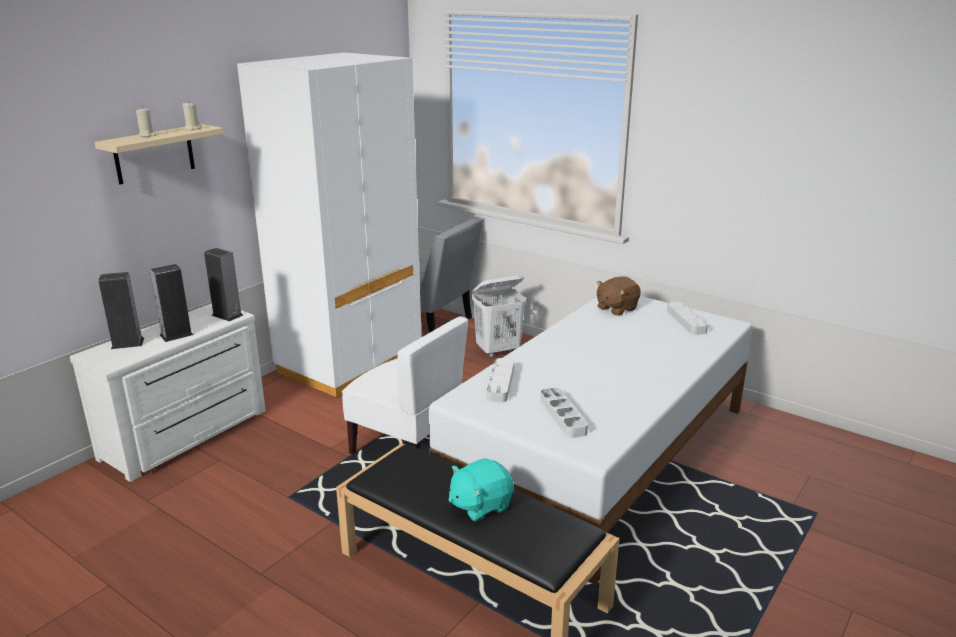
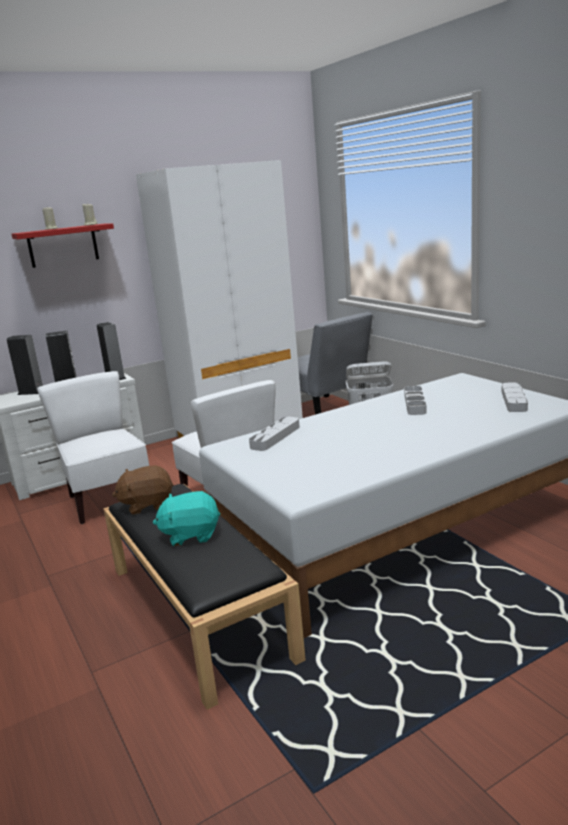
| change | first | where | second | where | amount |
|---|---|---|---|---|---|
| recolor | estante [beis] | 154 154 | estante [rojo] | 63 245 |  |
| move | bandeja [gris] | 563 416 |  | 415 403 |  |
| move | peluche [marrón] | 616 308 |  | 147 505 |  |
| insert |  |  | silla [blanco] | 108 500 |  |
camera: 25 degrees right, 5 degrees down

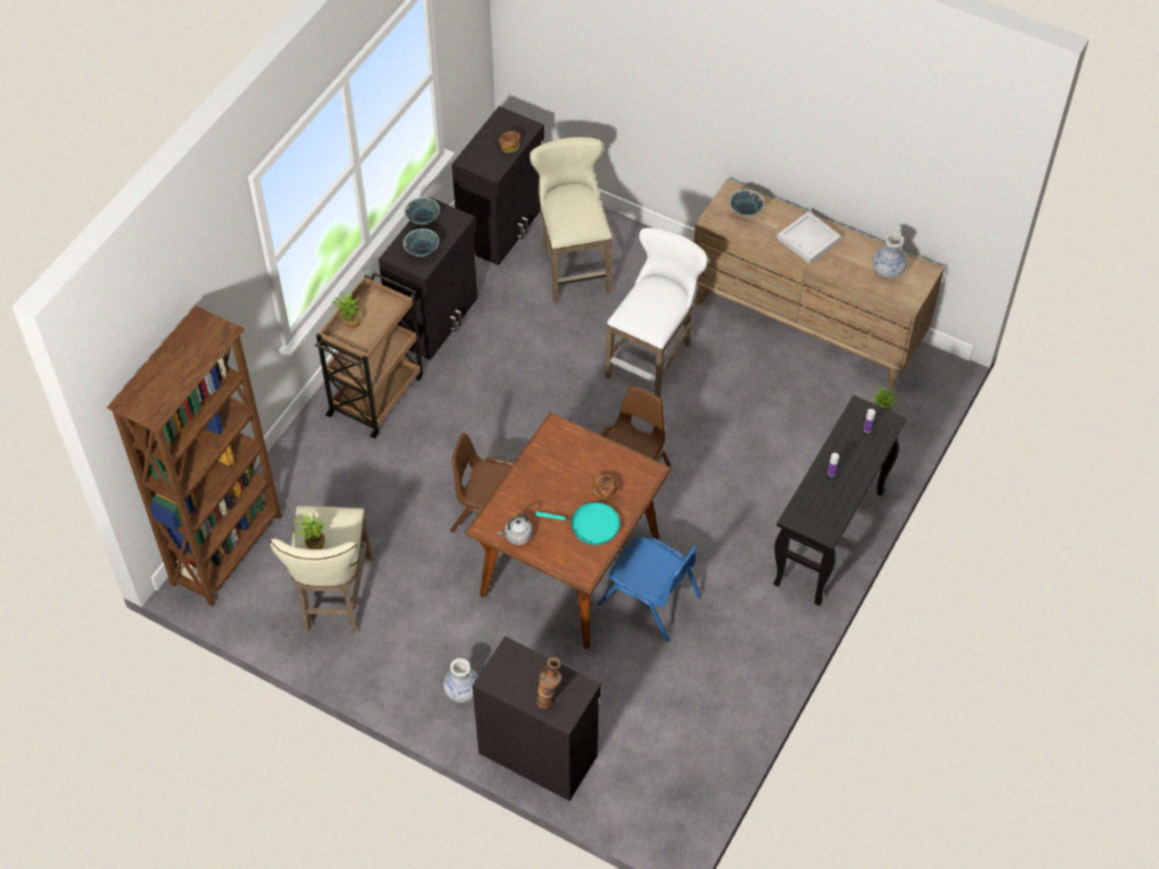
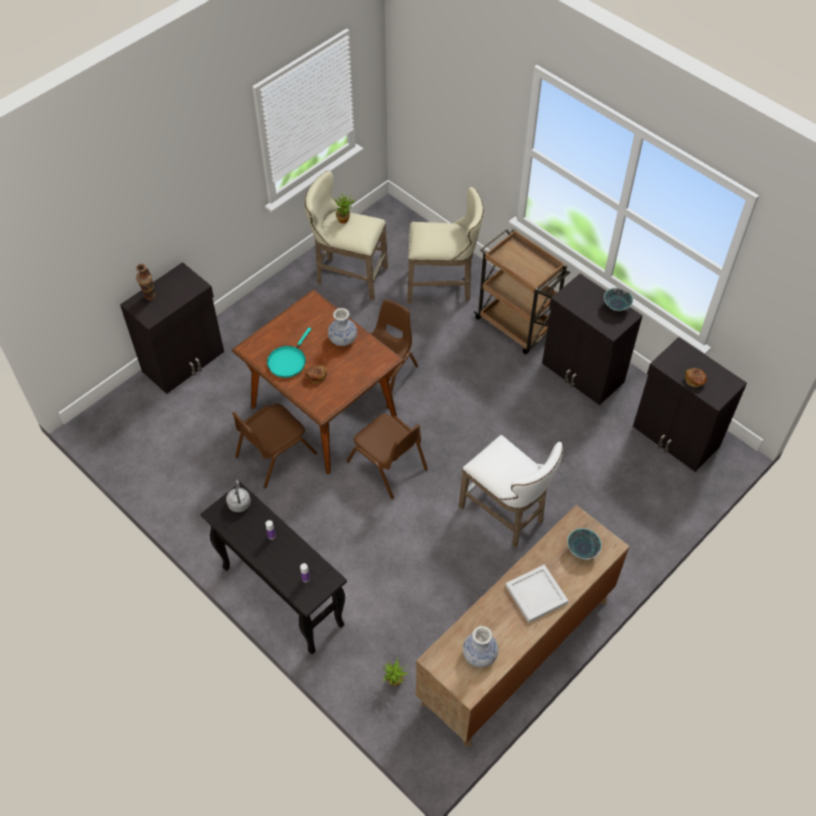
| change | first | where | second | where | amount |
|---|---|---|---|---|---|
| delete | estantería [marrón] | 229 550 |  |  |  |
| delete | planta en maceta | 349 324 |  |  |  |
| delete | cuenco | 422 251 |  |  |  |
| move | florero | 462 691 |  | 343 339 |  |
| move | hervidor [gris] | 517 536 |  | 239 502 |  |
| move | taburete [beis] | 573 265 |  | 443 287 |  |
| recolor | silla [azul] | 650 600 | silla [marrón] | 274 454 |  |
camera: 105 degrees right, 0 degrees up

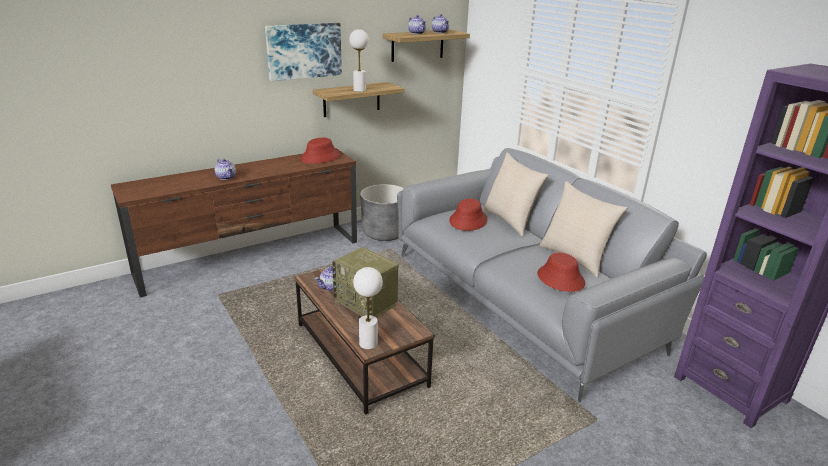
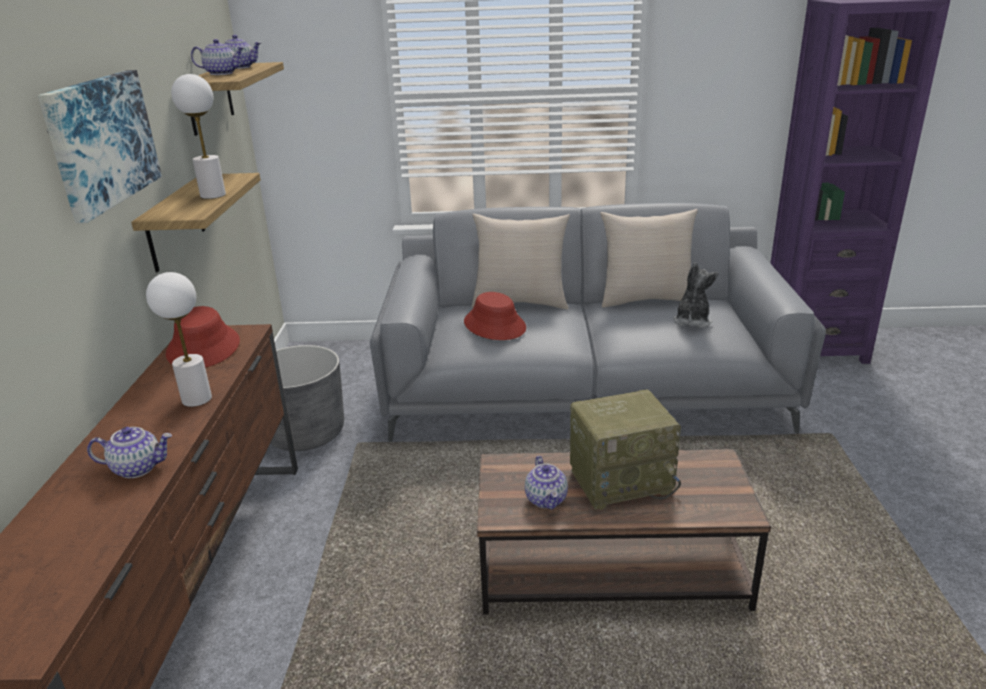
| change | first | where | second | where | amount |
|---|---|---|---|---|---|
| move | lámpara de mesa [blanco] | 368 343 |  | 196 399 |  |
| replace | sombrero [rojo] | 560 279 | peluche | 692 321 |  |
camera: 55 degrees left, 0 degrees up

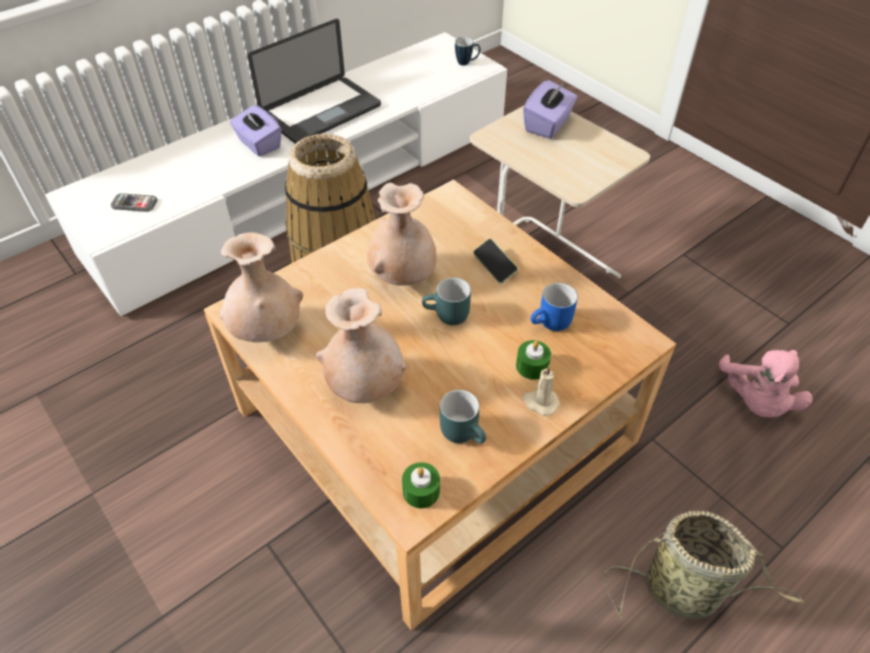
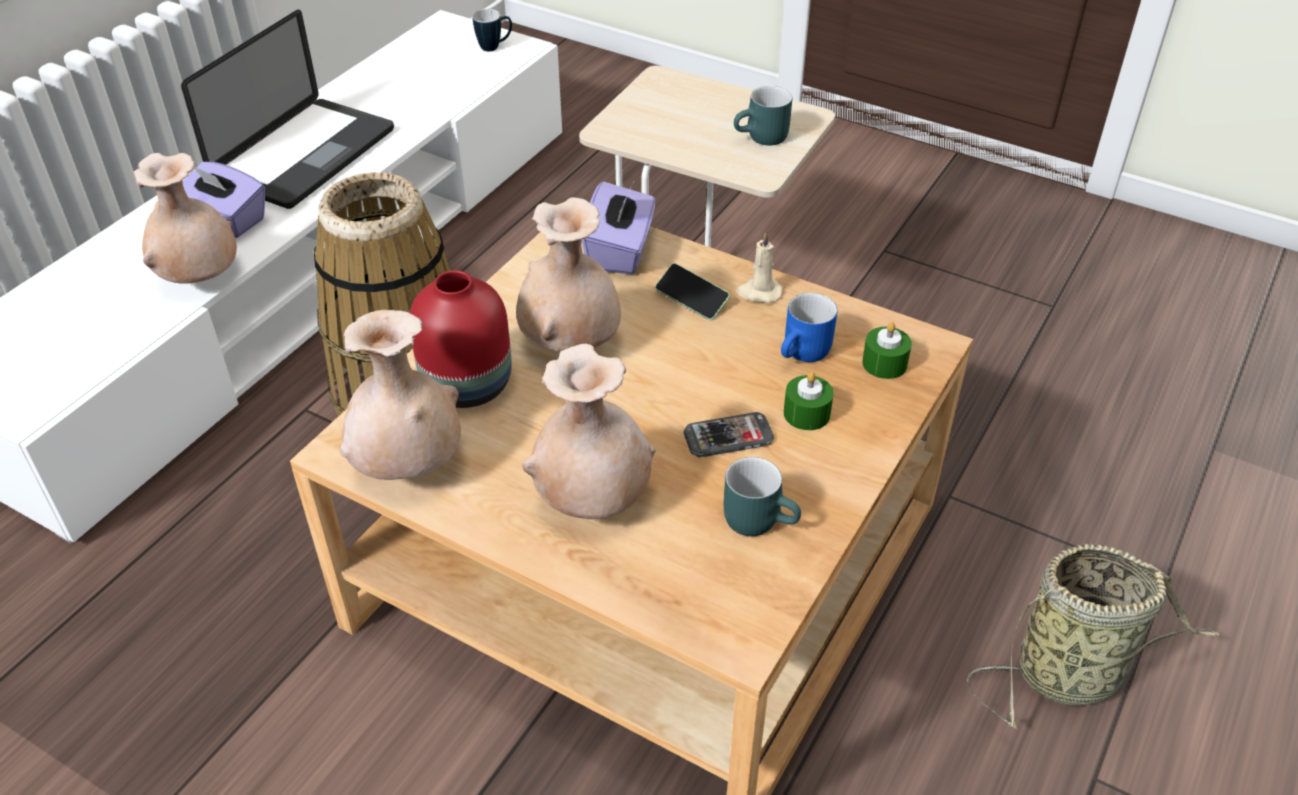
| change | first | where | second | where | amount |
|---|---|---|---|---|---|
| move | móvil | 134 204 |  | 728 437 |  |
| move | vela [verde] | 421 491 |  | 884 363 |  |
| move | taza grande [turquesa] | 447 316 |  | 763 139 |  |
| move | caja de pañuelos [morado] | 548 125 |  | 620 251 |  |
| move | vela [beis] | 540 402 |  | 759 292 |  |
| delete | peluche [rosa] | 755 401 |  |  |  |
| insert |  |  | florero [beis] | 199 278 |  |
| insert |  |  | florero [rojo] | 470 385 |  |
camera: 20 degrees left, 5 degrees down

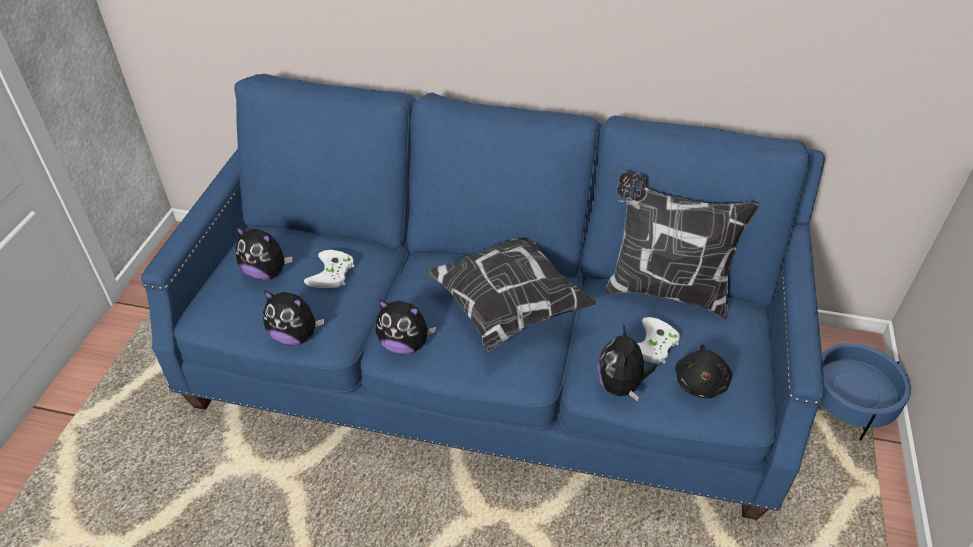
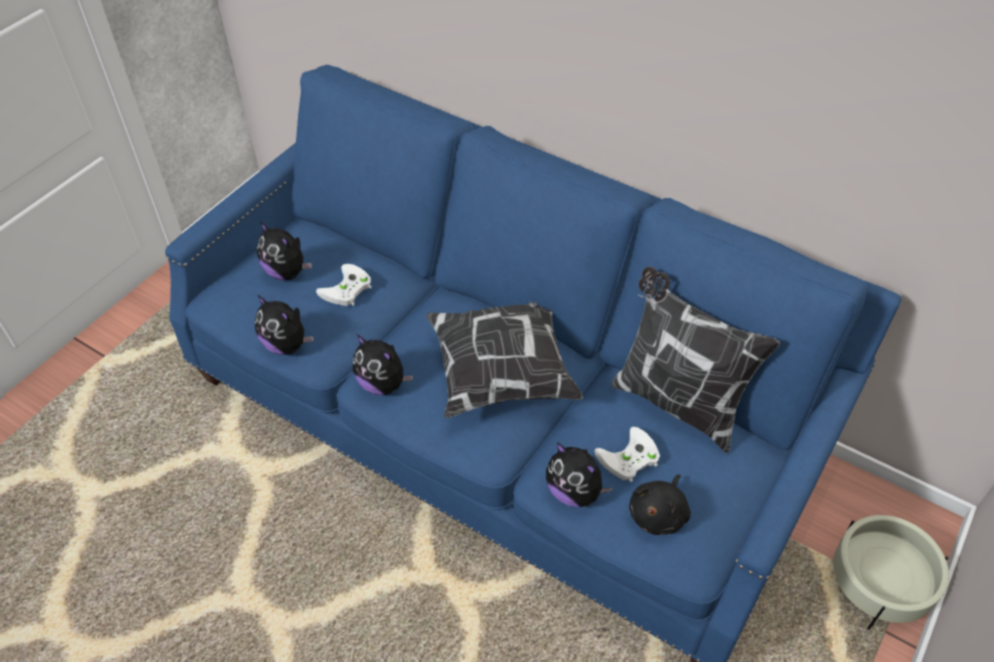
| change | first | where | second | where | amount |
|---|---|---|---|---|---|
| rotate | peluche | 621 386 |  | 574 491 | 75 degrees counterclockwise |
| recolor | maceta [azul] | 849 403 | maceta [beis] | 878 584 |  |
camera: 20 degrees right, 5 degrees up

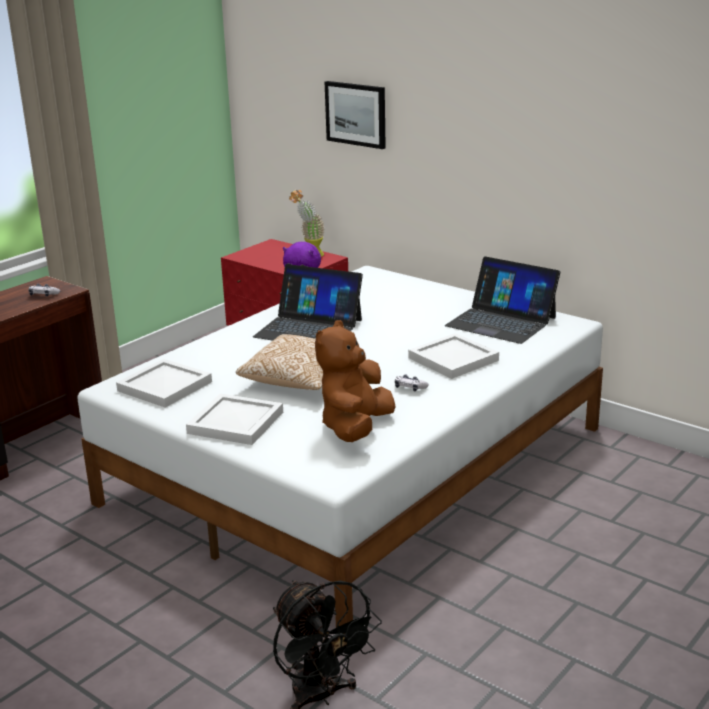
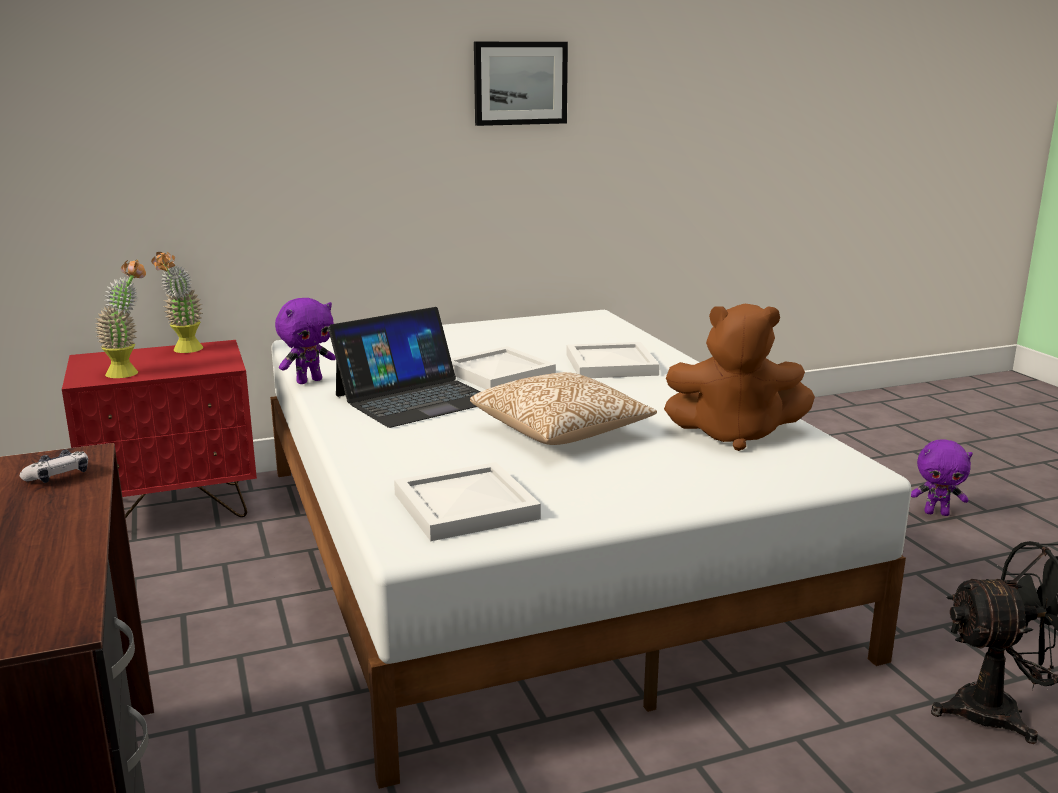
| change | first | where | second | where | amount |
|---|---|---|---|---|---|
| move | bandeja [blanco] | 237 422 |  | 499 372 |  |
| rotate | peluche [marrón] | 355 428 |  | 734 434 | 45 degrees counterclockwise |
| move | cuadro | 356 114 |  | 520 83 |  |
| delete | mando de consola | 410 388 |  |  |  |
| delete | portátil | 501 321 |  |  |  |
| insert |  |  | planta en maceta | 129 372 |  |
| insert |  |  | peluche [morado] | 936 513 |  |
camera: 60 degrees left, 5 degrees down

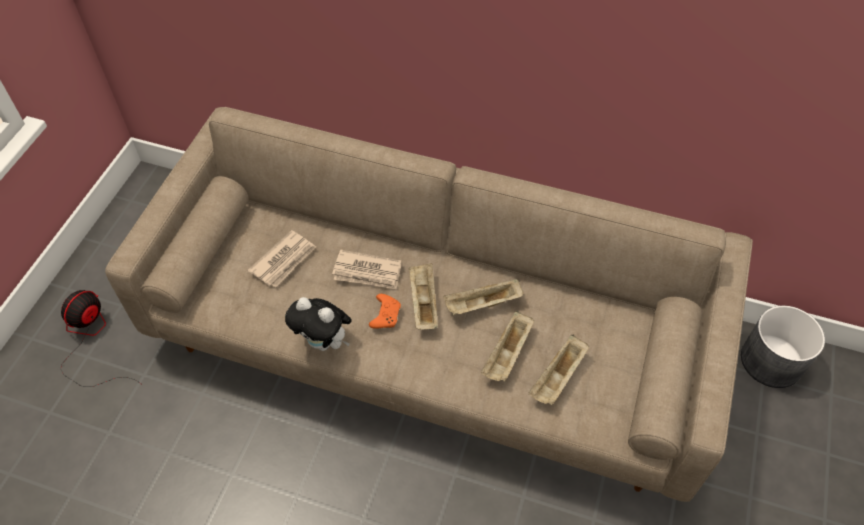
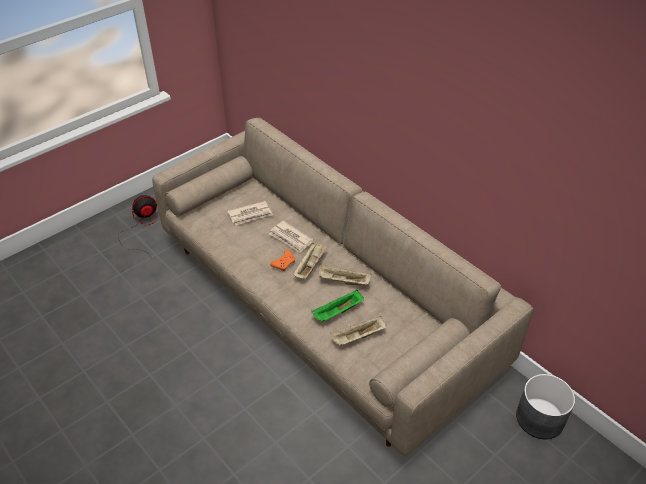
| change | first | where | second | where | amount |
|---|---|---|---|---|---|
| delete | peluche | 324 342 |  |  |  |
| recolor | bandeja [beis] | 507 354 | bandeja [verde] | 337 312 |  |
camera: 30 degrees right, 10 degrees down

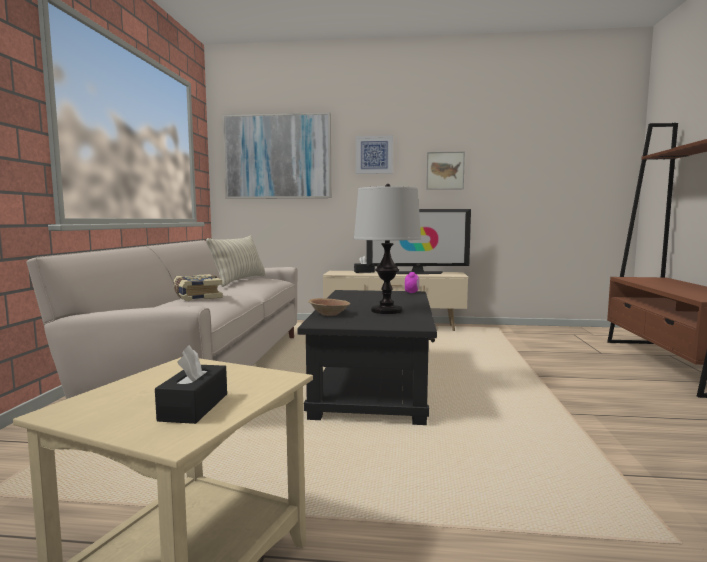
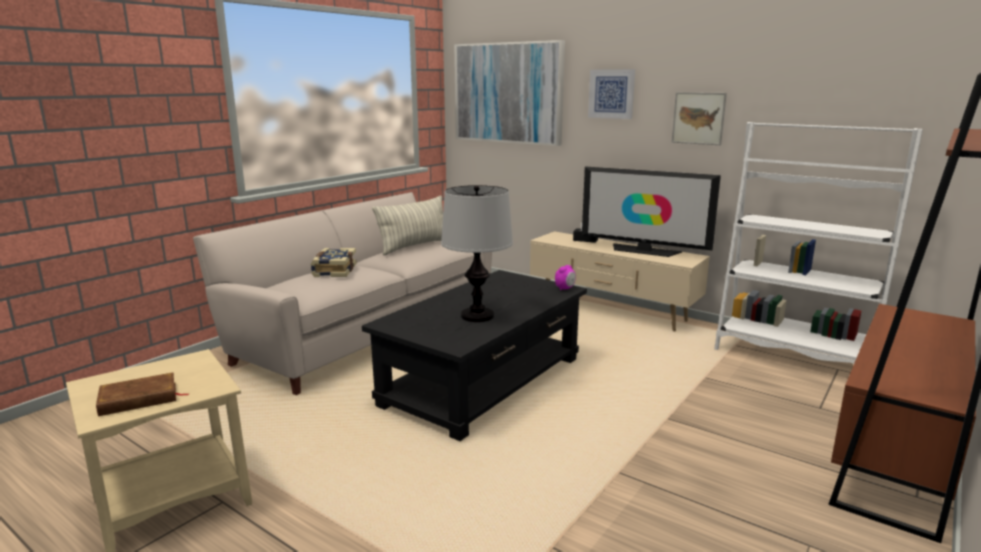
| change | first | where | second | where | amount |
|---|---|---|---|---|---|
| replace | caja de pañuelos [negro] | 194 407 | libro [marrón] | 139 399 |  |
| delete | cuenco [marrón] | 329 314 |  |  |  |
| insert |  |  | estantería [blanco] | 792 355 |  |
camera: 30 degrees right, 10 degrees up

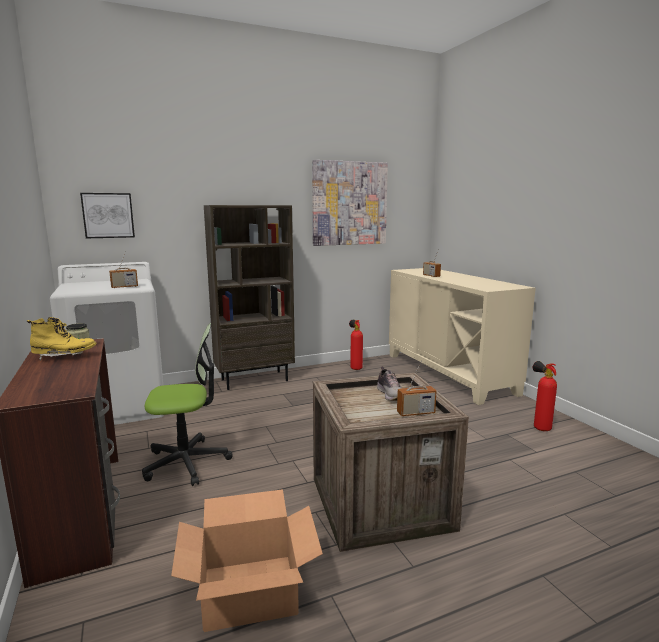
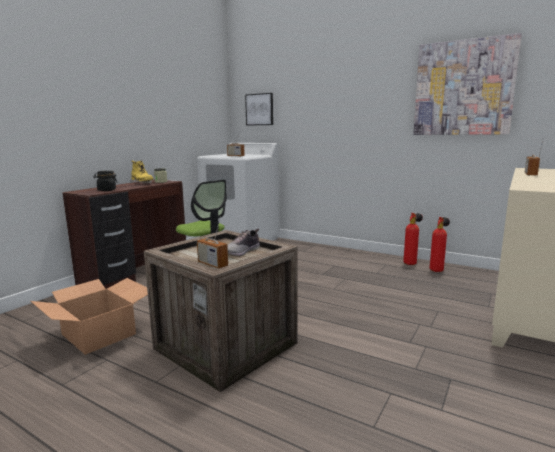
| change | first | where | second | where | amount |
|---|---|---|---|---|---|
| delete | estantería [marrón] | 255 380 |  |  |  |
| move | extintor | 539 427 |  | 411 263 |  |
| insert |  |  | tarro [negro] | 106 190 |  |
camera: 55 degrees right, 0 degrees up

